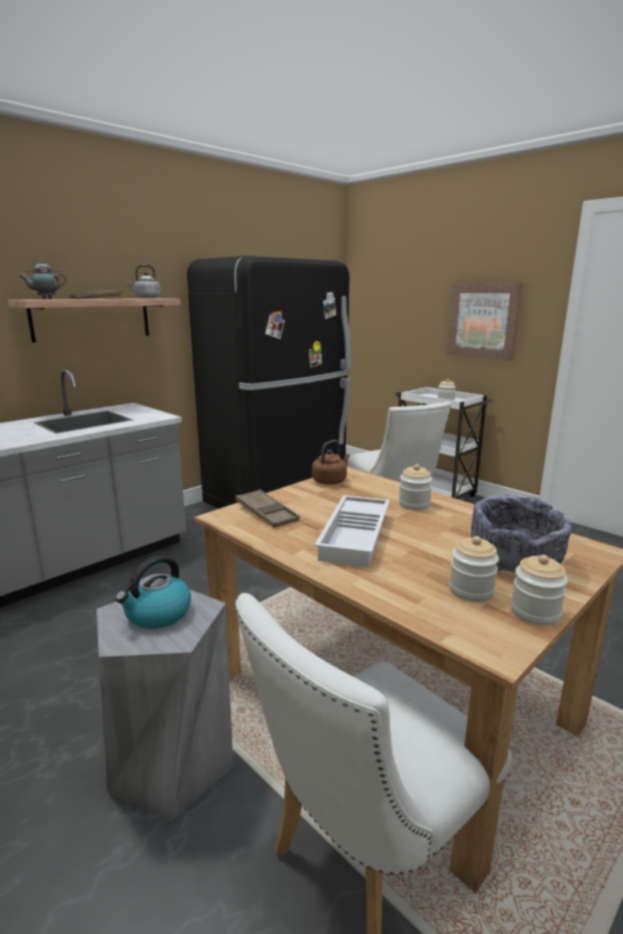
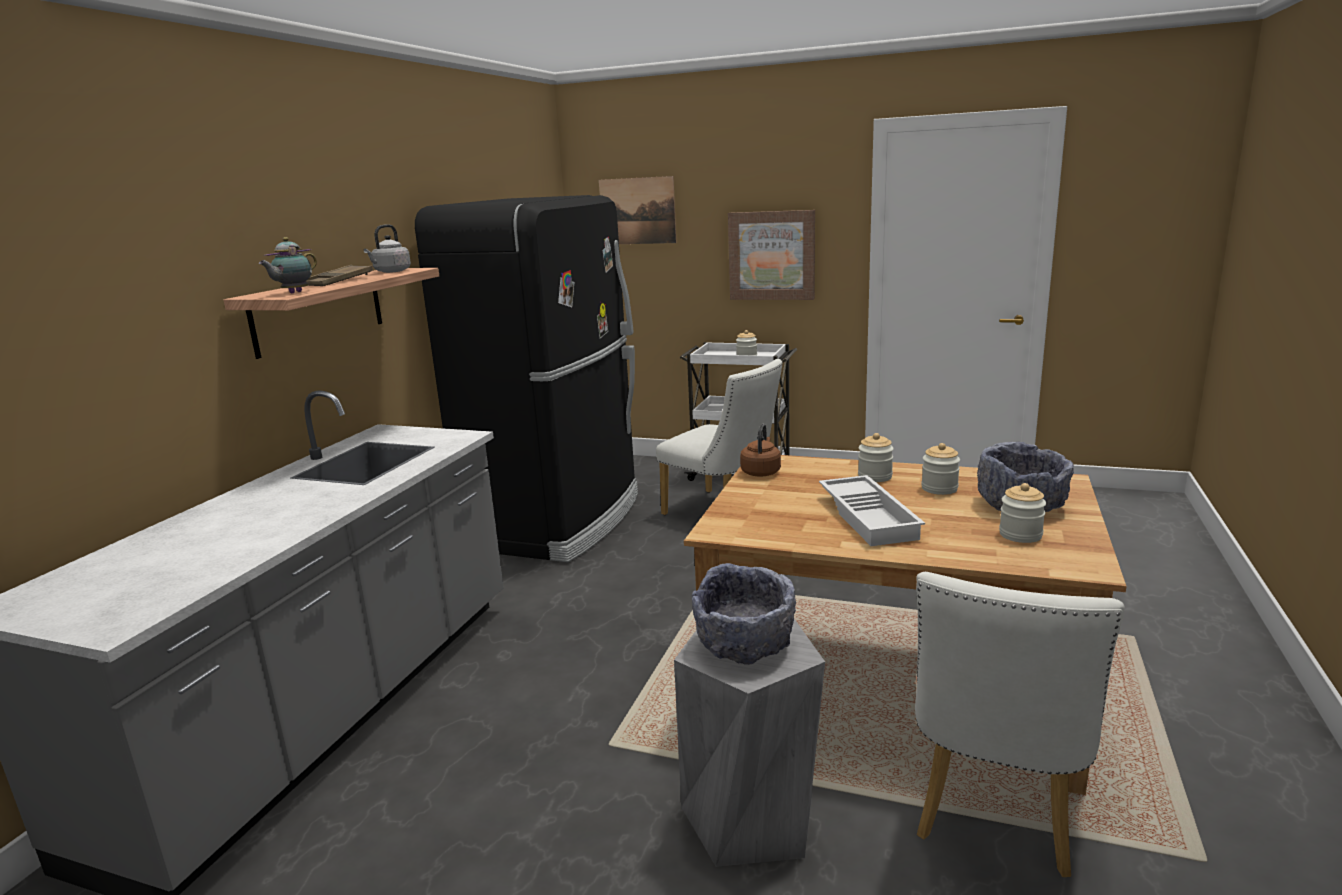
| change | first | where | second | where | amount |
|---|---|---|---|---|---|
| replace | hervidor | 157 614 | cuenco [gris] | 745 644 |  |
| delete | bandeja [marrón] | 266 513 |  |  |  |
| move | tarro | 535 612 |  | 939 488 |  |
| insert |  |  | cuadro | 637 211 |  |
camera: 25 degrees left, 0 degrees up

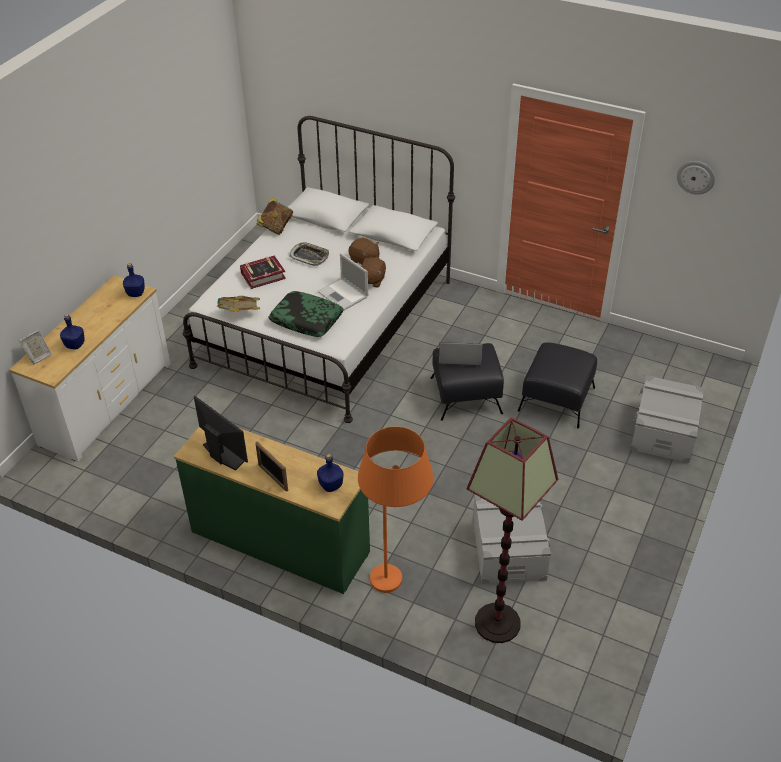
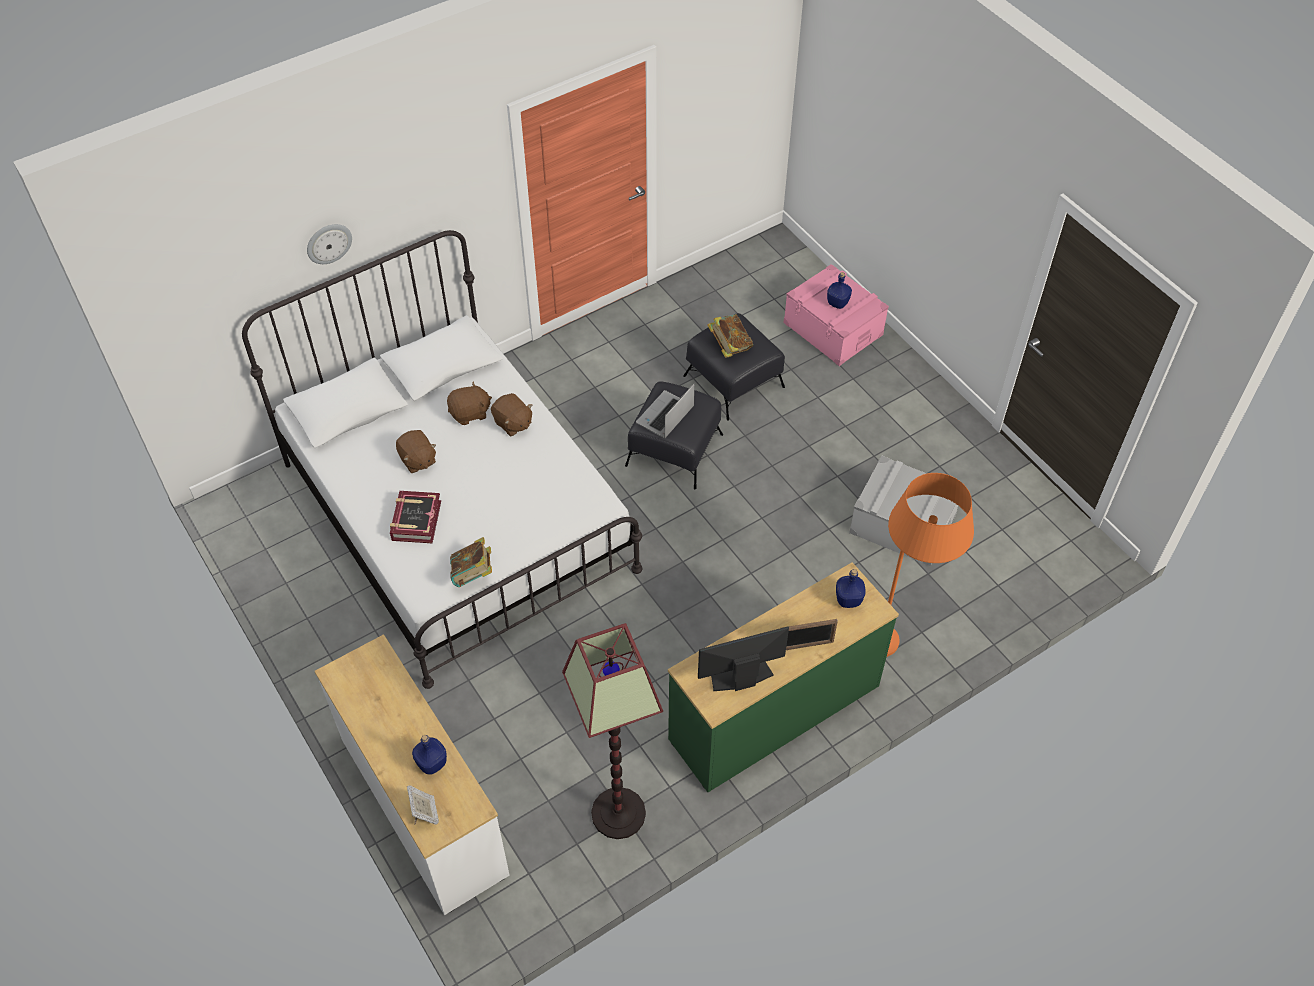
| change | first | where | second | where | amount |
|---|---|---|---|---|---|
| move | botella [azul] | 135 293 |  | 837 303 |  |
| move | libro | 276 227 |  | 729 346 |  |
| delete | cojín | 306 320 |  |  |  |
| replace | bandeja | 309 256 | peluche [marrón] | 417 460 |  |
| delete | portátil | 343 295 |  |  |  |
| move | lámpara de pie | 496 623 |  | 618 814 |  |
| recolor | caja de almacenaje [gris] | 664 431 | caja de almacenaje [rosa] | 833 329 |  |
| move | reloj de pared | 696 177 |  | 328 243 |  |
camera: 60 degrees left, 10 degrees up

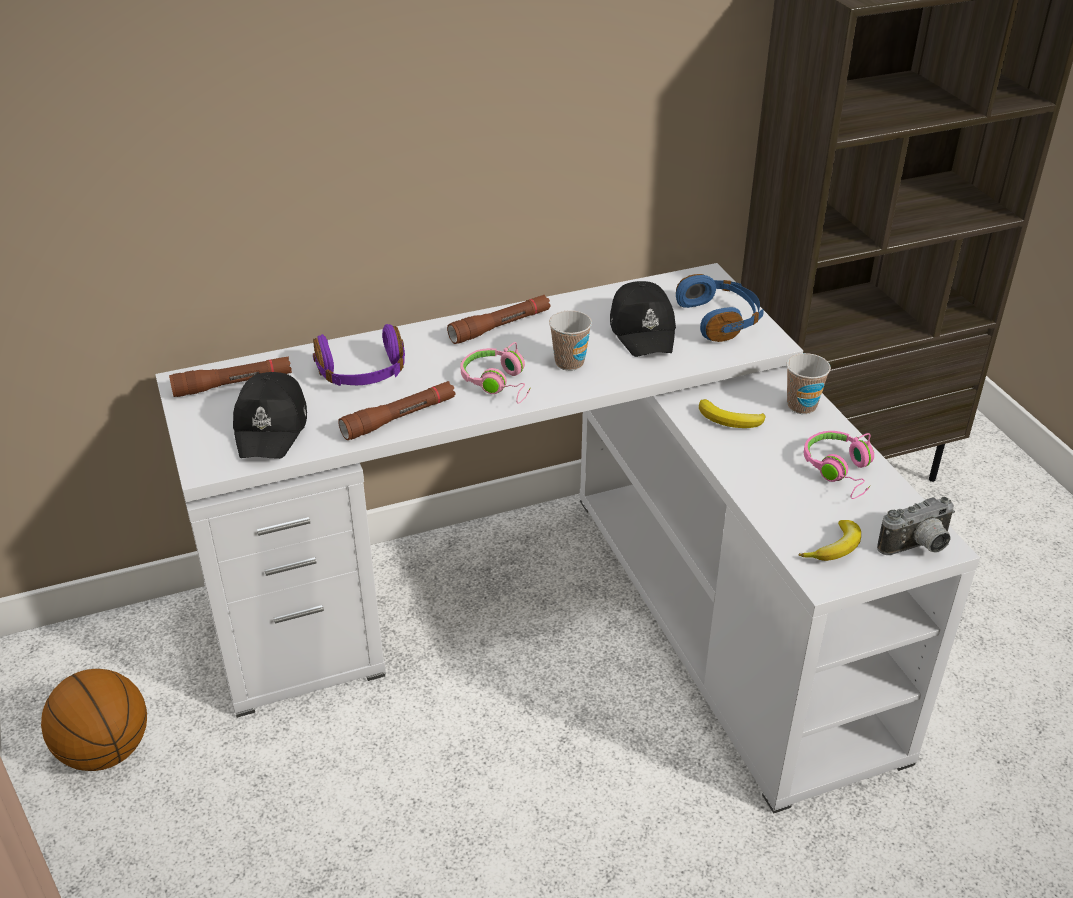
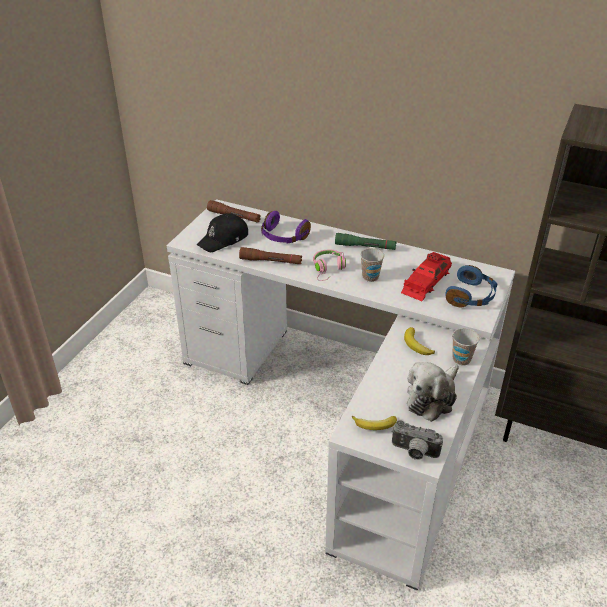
| change | first | where | second | where | amount |
|---|---|---|---|---|---|
| delete | balón de baloncesto | 105 750 |  |  |  |
| recolor | linterna [marrón] | 500 326 | linterna [verde] | 365 247 |  |
| replace | gorra [negro] | 643 330 | coche de juguete [rojo] | 426 281 |  |
| replace | auriculares [rosa] | 840 471 | peluche | 432 398 |  |
camera: 45 degrees right, 0 degrees up

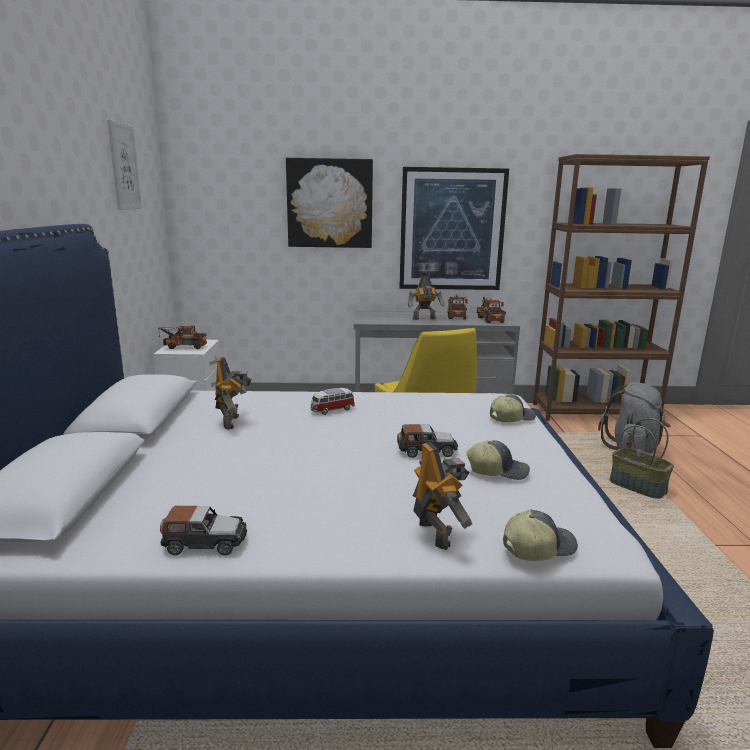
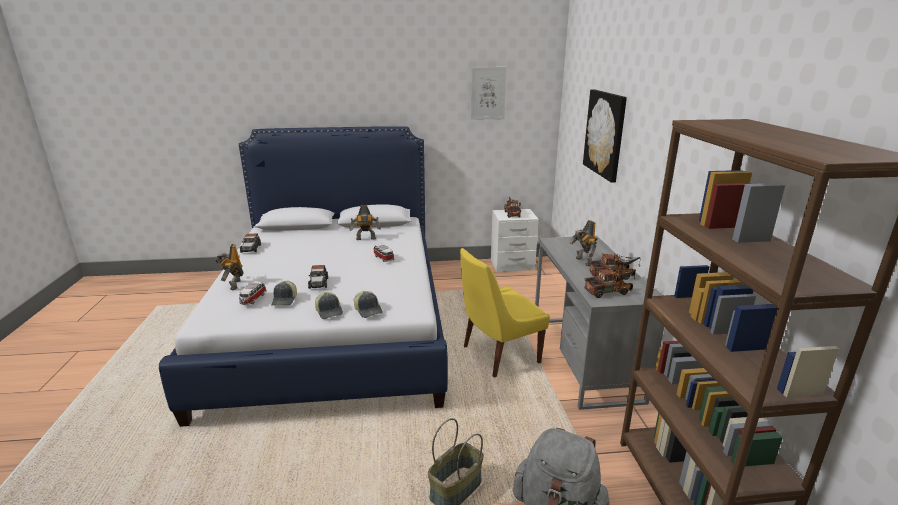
| change | first | where | second | where | amount |
|---|---|---|---|---|---|
| delete | cuadro | 452 230 |  |  |  |
| rotate | robot de juguete | 436 533 |  | 234 285 | 105 degrees clockwise |
| move | gorra | 537 547 |  | 329 311 |  |
| insert |  |  | coche de juguete | 253 299 |  |
camera: 85 degrees right, 5 degrees up

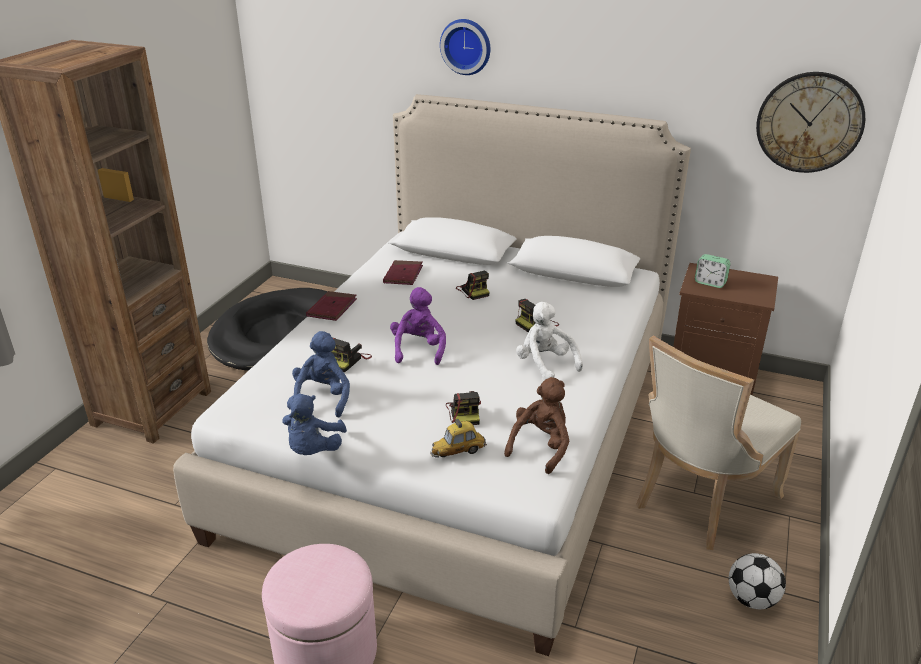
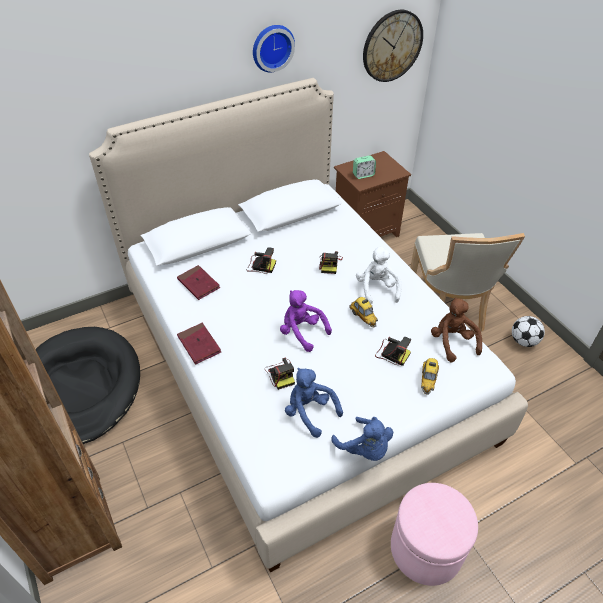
| change | first | where | second | where | amount |
|---|---|---|---|---|---|
| move | reloj de pared | 466 46 |  | 272 47 |  |
| rotate | peluche [blanco] | 545 364 |  | 376 289 | 75 degrees clockwise |
| insert |  |  | coche de juguete | 363 317 |  |
camera: 50 degrees left, 15 degrees up

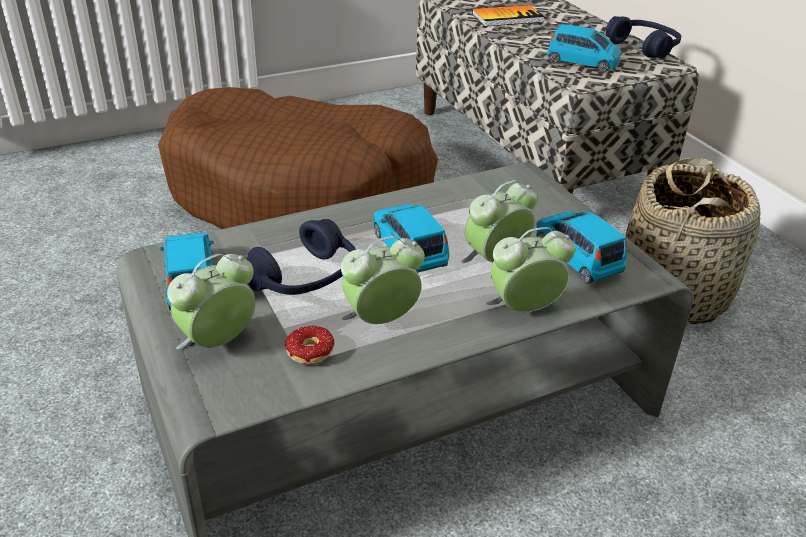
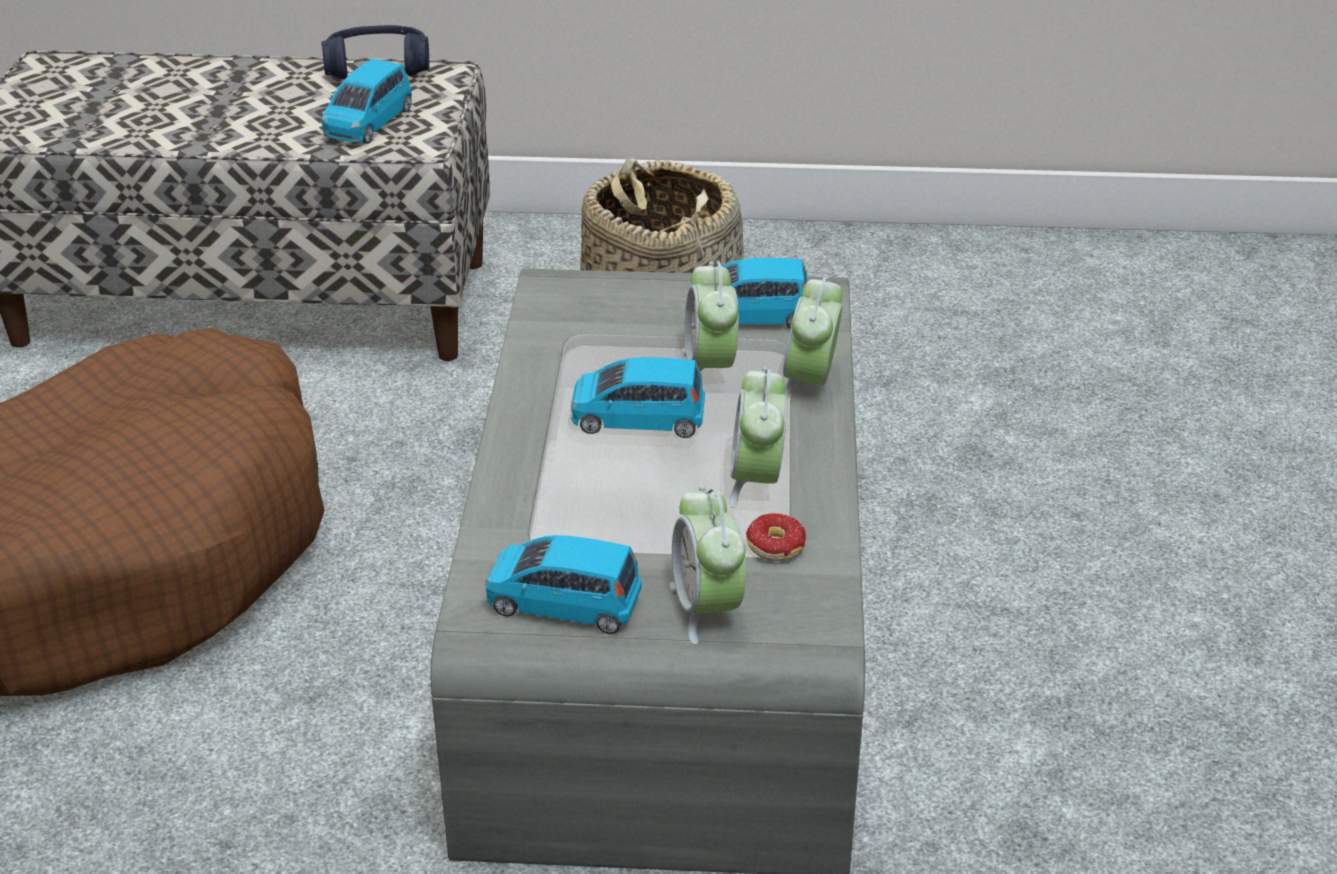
| change | first | where | second | where | amount |
|---|---|---|---|---|---|
| delete | auriculares [azul] | 305 278 |  |  |  |
| delete | libro | 507 18 |  |  |  |
| rotate | coche de juguete [azul] | 582 63 |  | 368 123 | 150 degrees clockwise |
camera: 60 degrees left, 0 degrees up

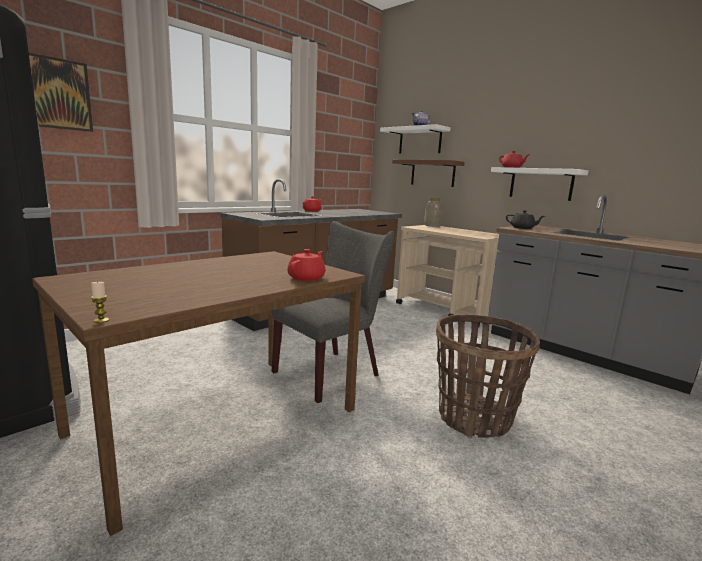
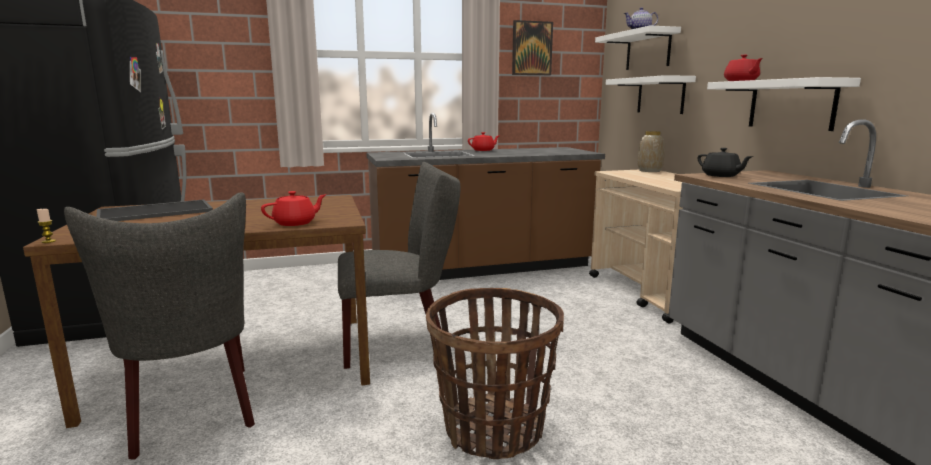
| change | first | where | second | where | amount |
|---|---|---|---|---|---|
| move | cuadro | 58 94 |  | 531 48 |  |
| recolor | estante [marrón] | 432 173 | estante [blanco] | 660 95 |  |
| insert |  |  | silla [gris] | 192 413 |  |
| insert |  |  | bandeja | 156 211 |  |
camera: 30 degrees right, 0 degrees up

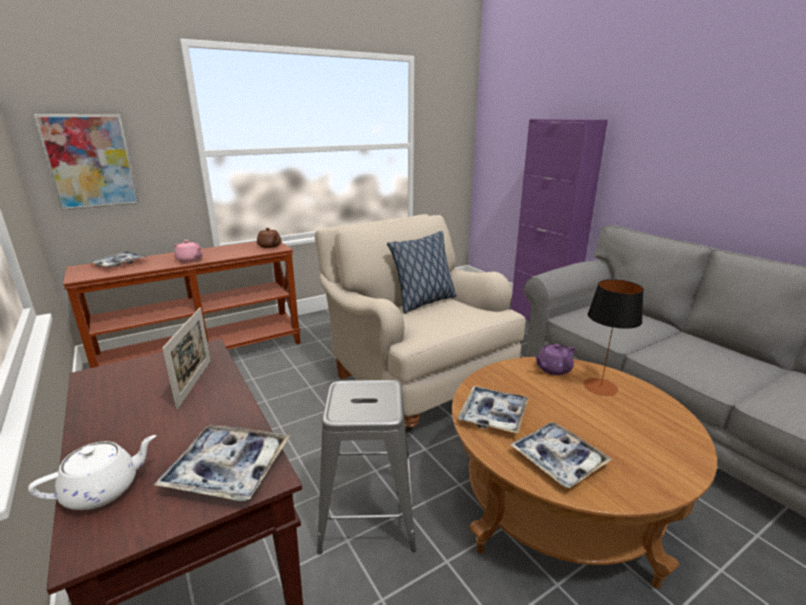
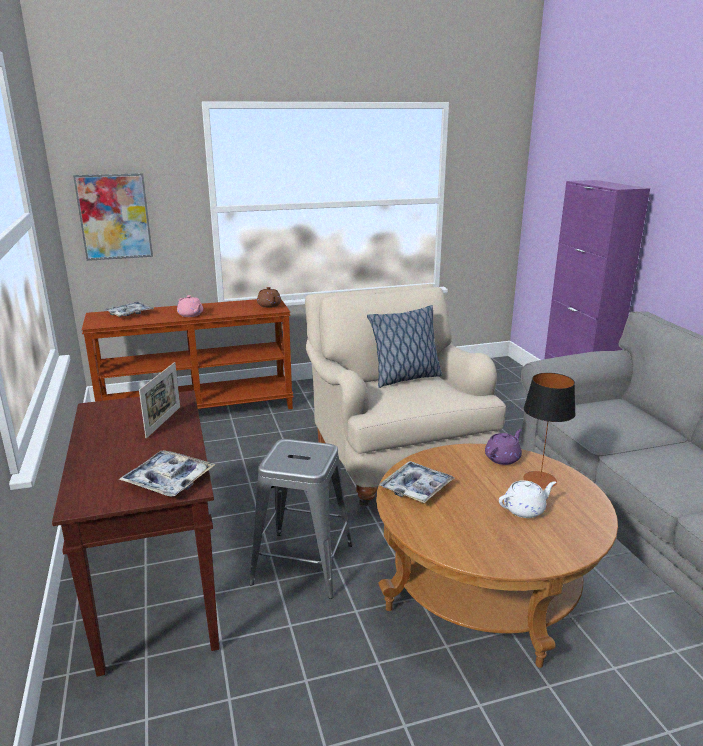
| change | first | where | second | where | amount |
|---|---|---|---|---|---|
| move | tetera [blanco] | 104 490 |  | 525 509 |  |
| delete | bandeja | 558 460 |  |  |  |
| rotate | tetera [morado] | 552 369 |  | 503 458 | 150 degrees clockwise |
camera: 15 degrees right, 0 degrees up

